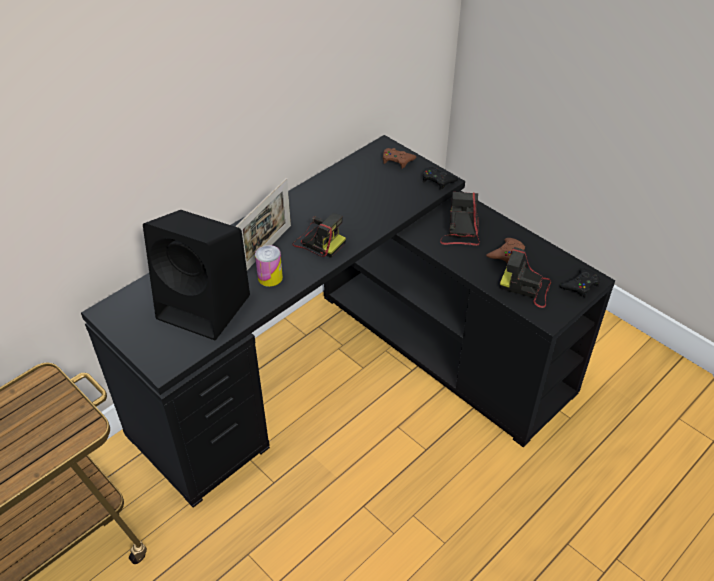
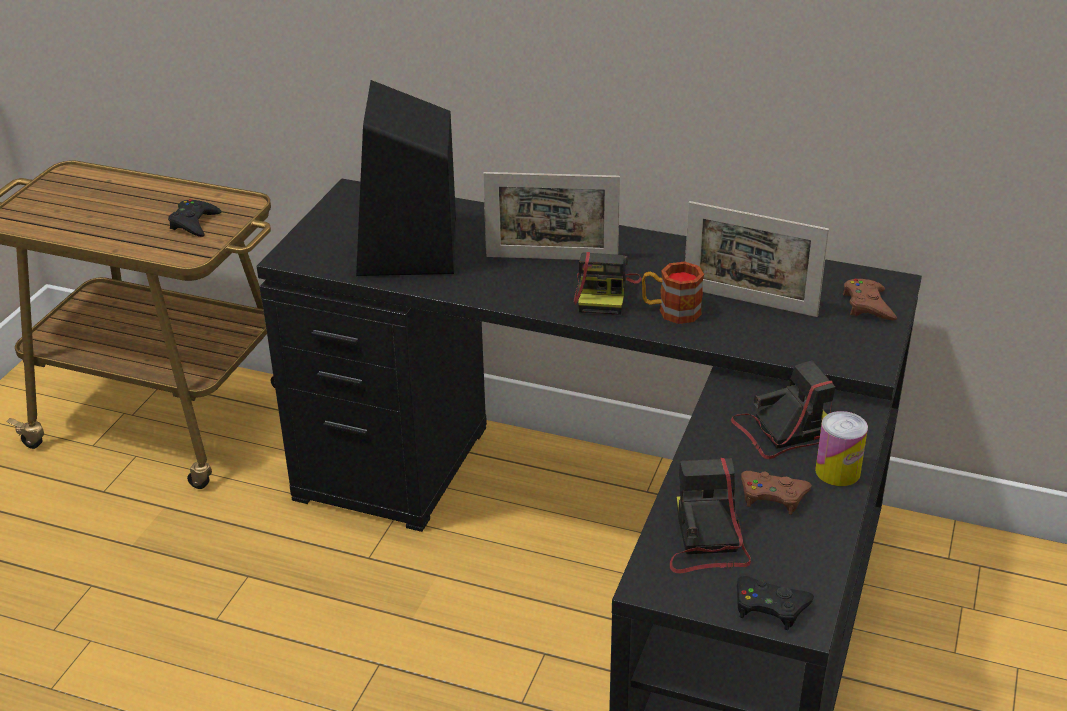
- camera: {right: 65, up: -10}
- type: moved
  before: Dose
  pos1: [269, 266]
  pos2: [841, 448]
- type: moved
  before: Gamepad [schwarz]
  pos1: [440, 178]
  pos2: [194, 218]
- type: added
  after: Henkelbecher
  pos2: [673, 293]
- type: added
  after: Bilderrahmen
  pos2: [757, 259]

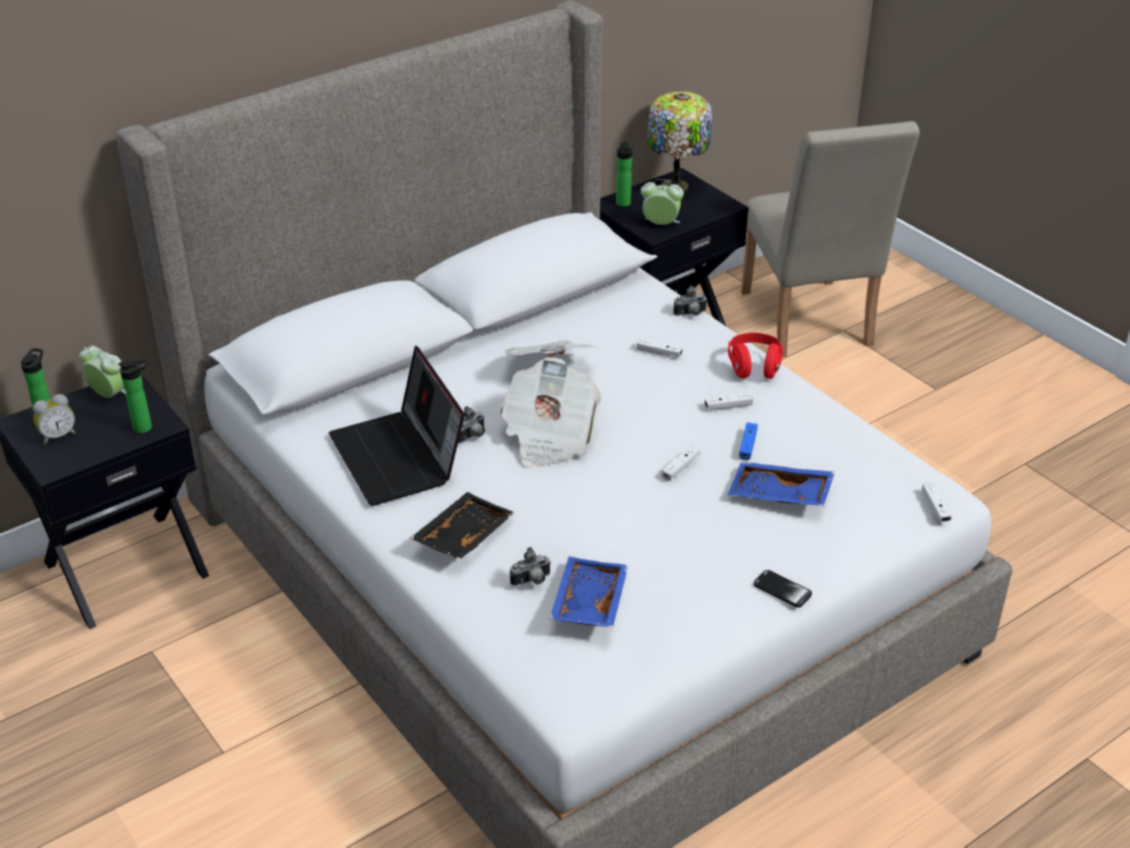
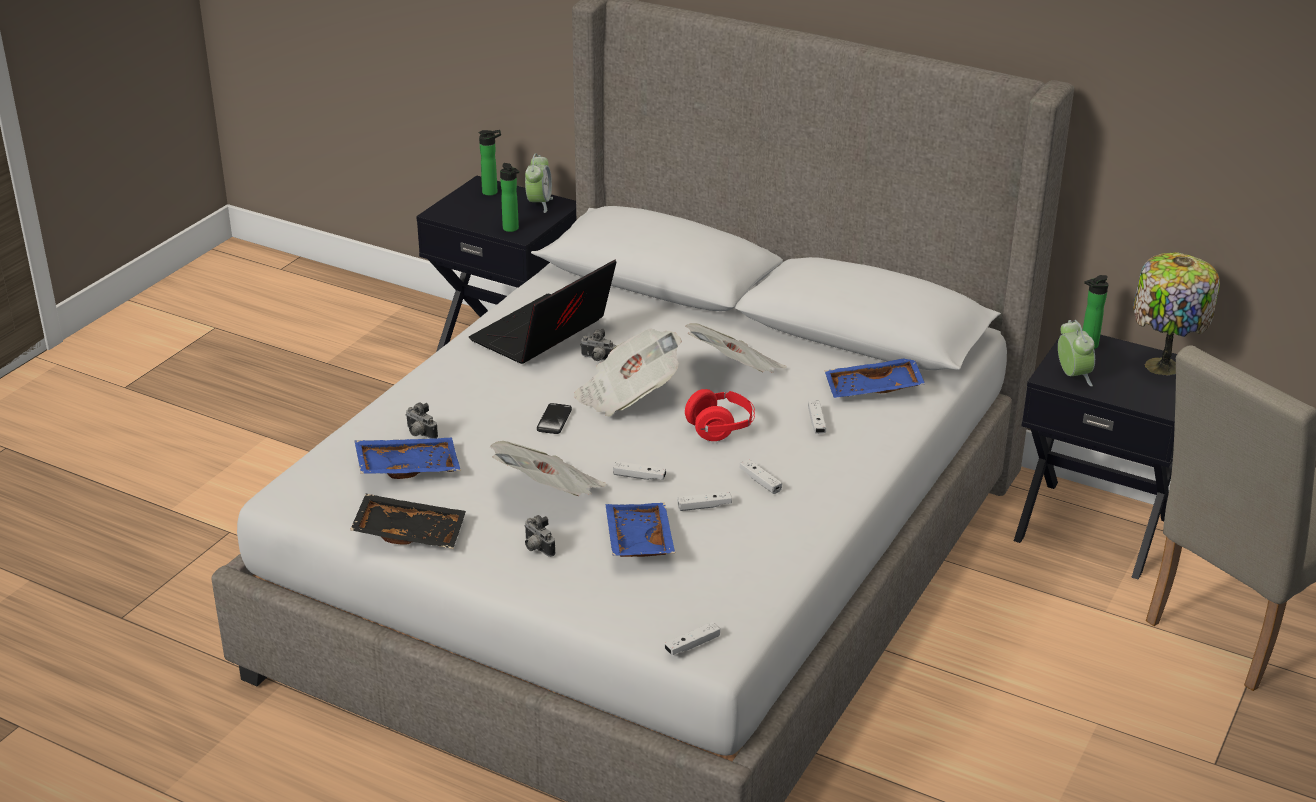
- camera: {right: 65, up: -5}
- type: removed
  before: Wecker
  pos1: [54, 419]
- type: moved
  before: Tablett [schwarz]
  pos1: [462, 526]
  pos2: [408, 521]
- type: moved
  before: Kamera
  pos1: [690, 300]
  pos2: [539, 536]
- type: moved
  before: Kopfhörer [rot]
  pos1: [755, 356]
  pos2: [720, 415]
- type: recoloured
  before: Gamepad [blau]
  after: Gamepad [weiß]
  pos1: [748, 441]
  pos2: [704, 501]
- type: moved
  before: Handy
  pos1: [783, 589]
  pos2: [554, 418]
- type: added
  after: Zeitung
  pos2: [548, 468]
- type: added
  after: Tablett [blau]
  pos2: [875, 378]

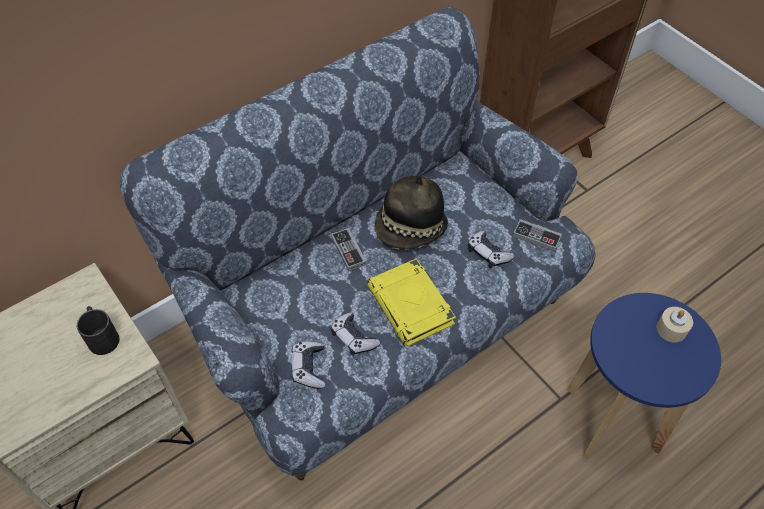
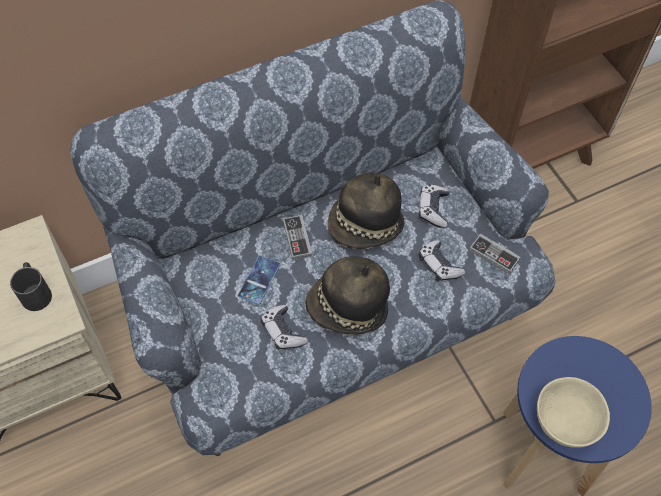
- camera: {right: 10, up: 5}
- type: moved
  before: Gamepad
  pos1: [308, 365]
  pos2: [434, 206]
- type: replaced
  before: Buch [gelb]
  after: Hut
  pos1: [411, 302]
  pos2: [348, 295]
- type: removed
  before: Kerze [beige]
  pos1: [675, 325]
- type: added
  after: Handy
  pos2: [259, 280]
- type: added
  after: Schüssel [beige]
  pos2: [573, 412]

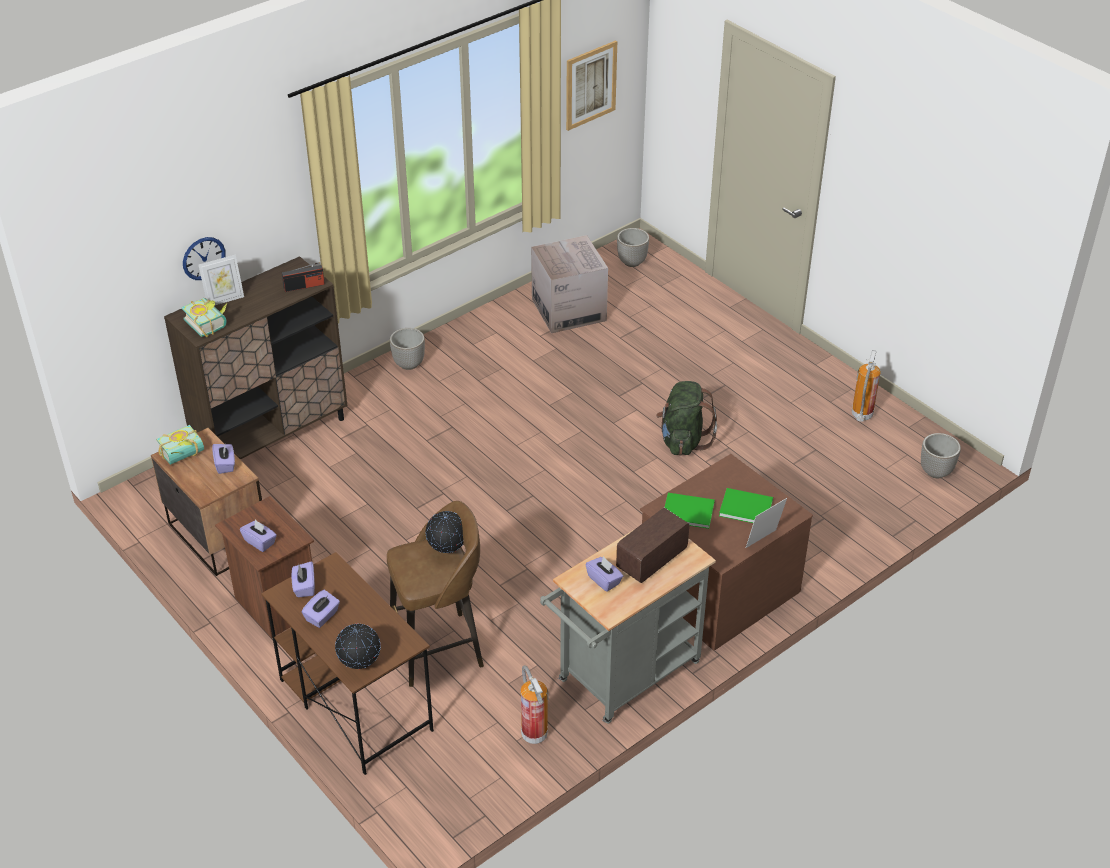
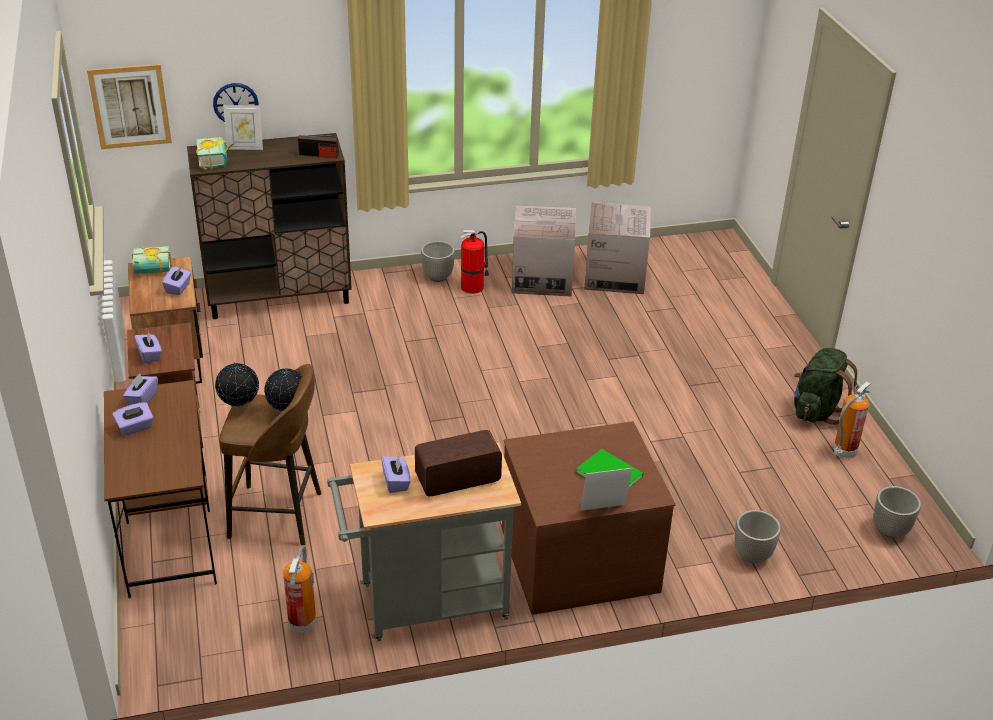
- camera: {right: 25, up: -5}
- type: moved
  before: Globus
  pos1: [358, 646]
  pos2: [237, 384]
- type: moved
  before: Bild
  pos1: [591, 85]
  pos2: [129, 106]
- type: moved
  before: Pflanzkübel
  pos1: [633, 247]
  pos2: [758, 536]
- type: moved
  before: Rucksack [grün]
  pos1: [686, 418]
  pos2: [826, 386]
- type: removed
  before: Buch [grün]
  pos1: [689, 511]
- type: added
  after: Feuerlöscher
  pos2: [474, 262]
- type: added
  after: Karton
  pos2: [544, 251]

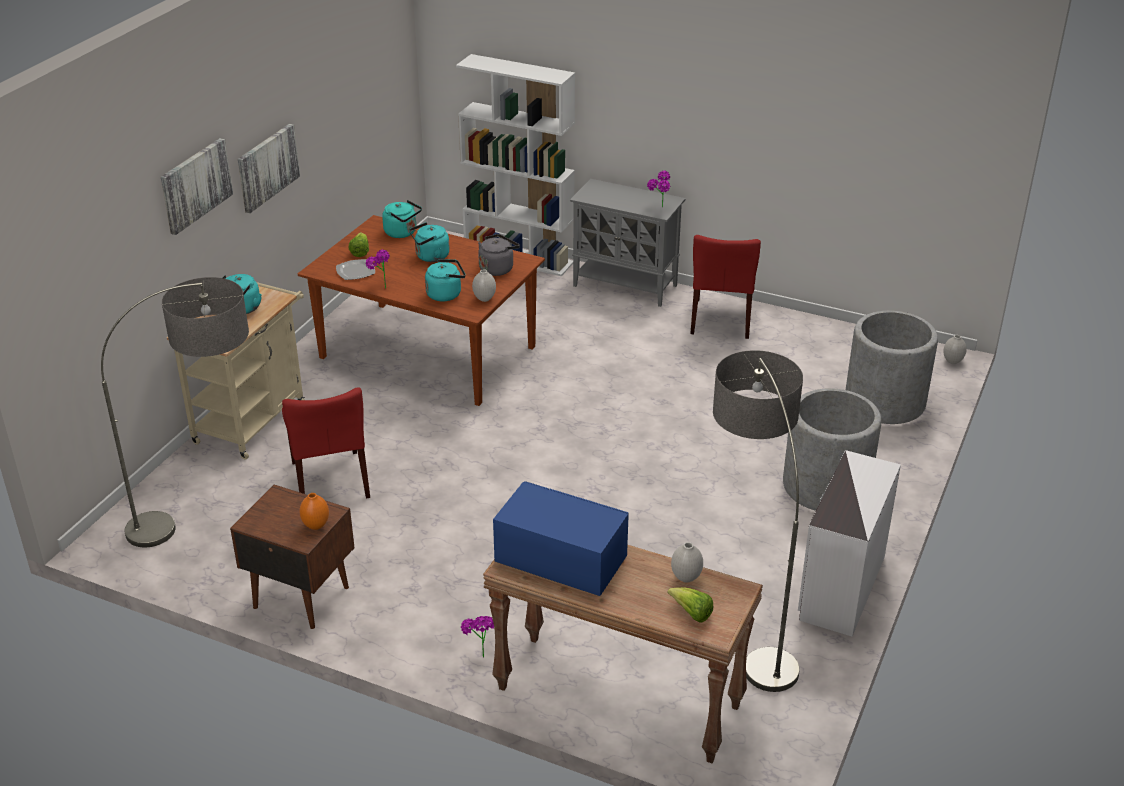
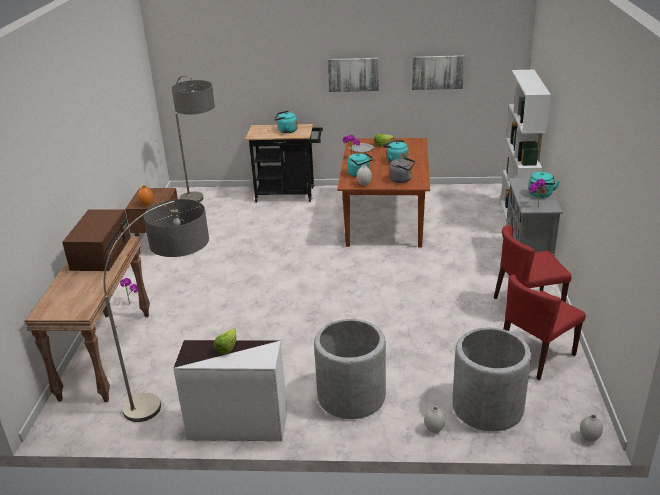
- camera: {right: 70, up: -5}
- type: moved
  before: Bild
  pos1: [197, 186]
  pos2: [438, 72]
- type: recoloured
  before: Rollwagen [beige]
  after: Rollwagen [schwarz]
  pos1: [236, 370]
  pos2: [284, 163]
- type: moved
  before: Stuhl [rot]
  pos1: [326, 443]
  pos2: [544, 327]
- type: moved
  before: Wasserkessel [türkis]
  pos1: [402, 219]
  pos2: [544, 185]
- type: recoloured
  before: Mikrowelle [blau]
  after: Mikrowelle [braun]
  pos1: [561, 538]
  pos2: [96, 240]
- type: moved
  before: Salatkopf
  pos1: [690, 604]
  pos2: [224, 341]
- type: moved
  before: Vase [weiß]
  pos1: [687, 562]
  pos2: [434, 419]

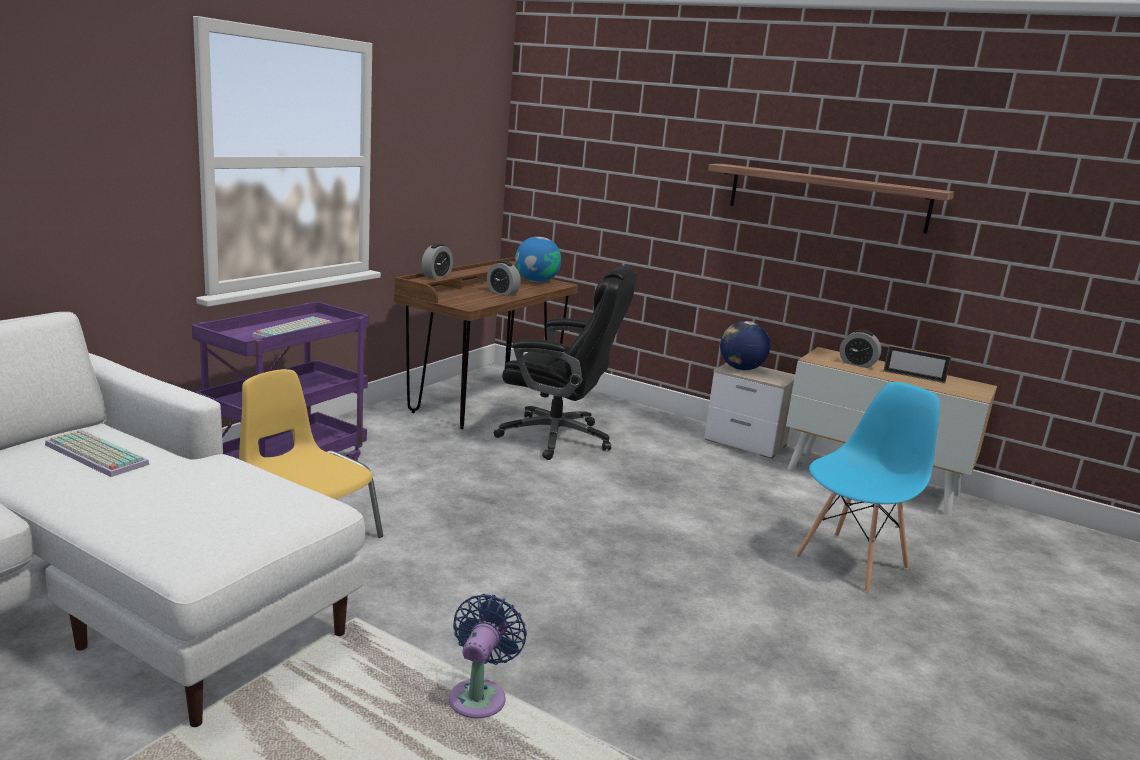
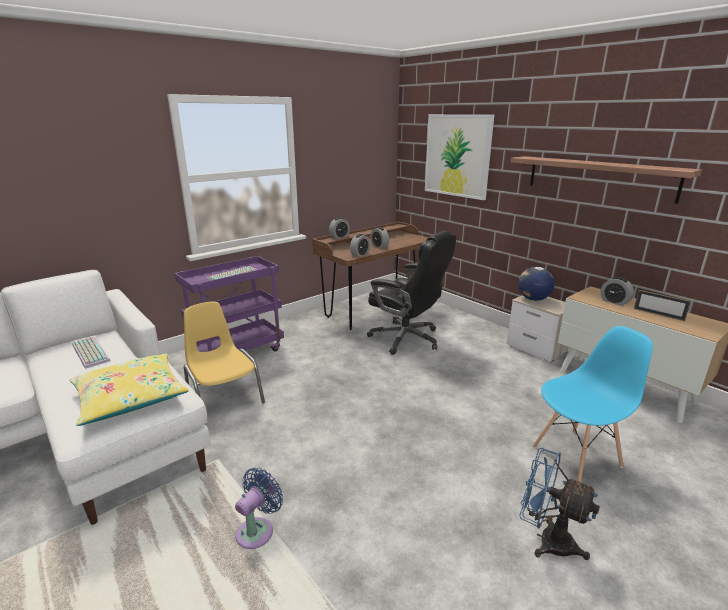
- camera: {right: 20, up: 5}
- type: removed
  before: Globus
  pos1: [538, 259]
- type: added
  after: Kissen [gelb]
  pos2: [129, 390]
- type: added
  after: Wecker
  pos2: [360, 245]
- type: added
  after: Bild
  pos2: [459, 157]
- type: added
  after: Ventilator [blau]
  pos2: [559, 504]

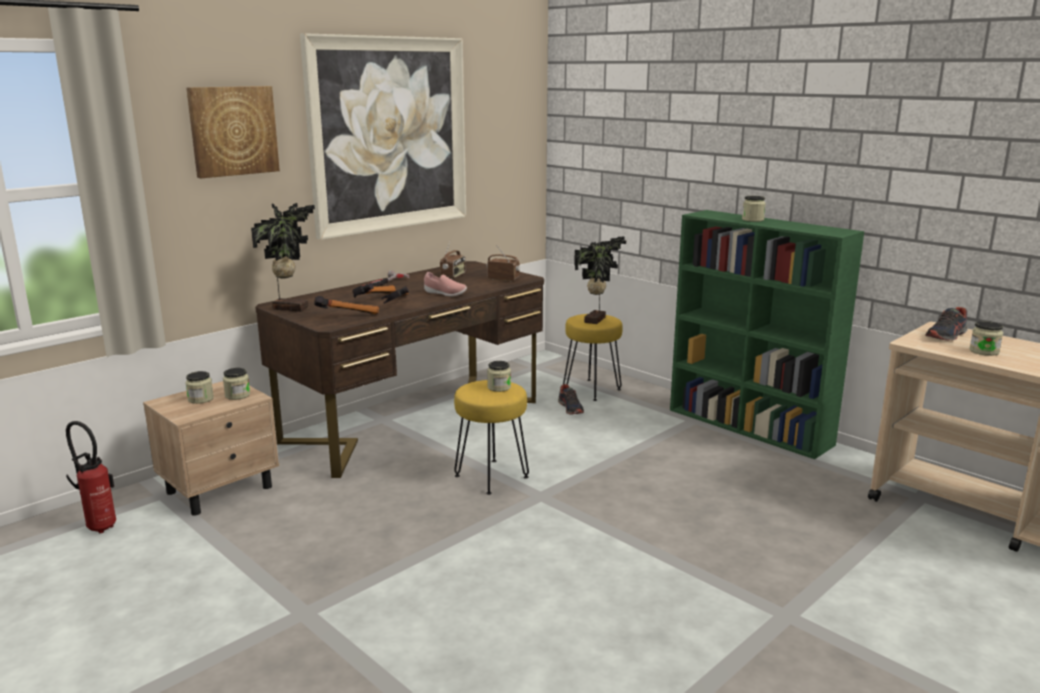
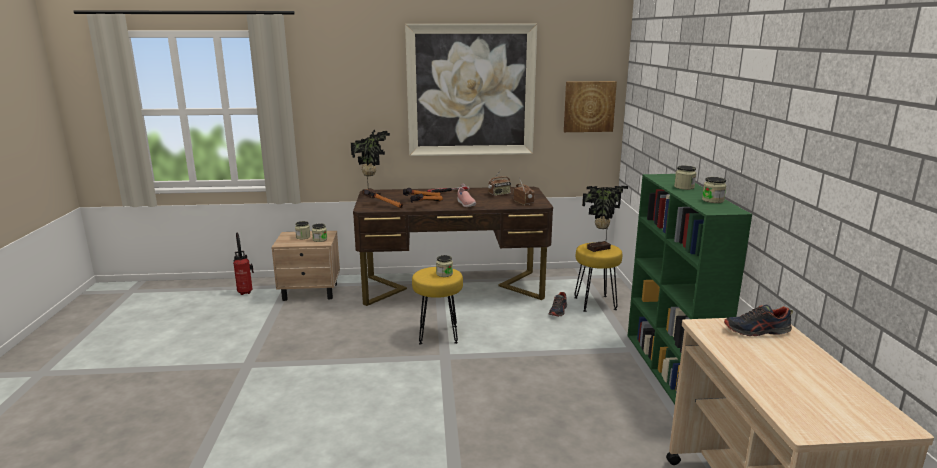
- camera: {right: 40, up: 0}
- type: moved
  before: Bild
  pos1: [233, 132]
  pos2: [590, 106]
- type: moved
  before: Vorratsglas
  pos1: [986, 338]
  pos2: [714, 190]

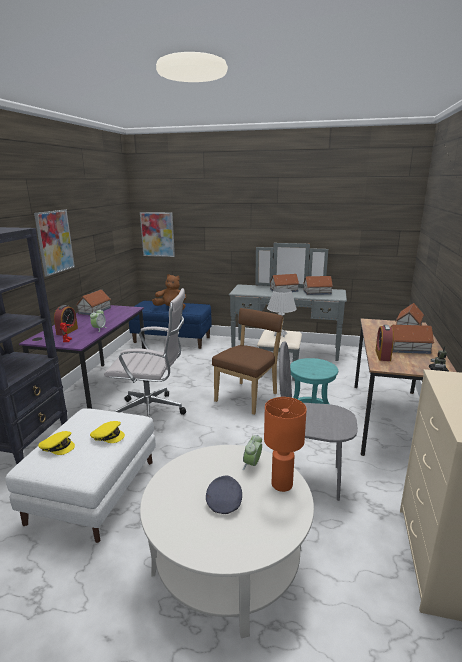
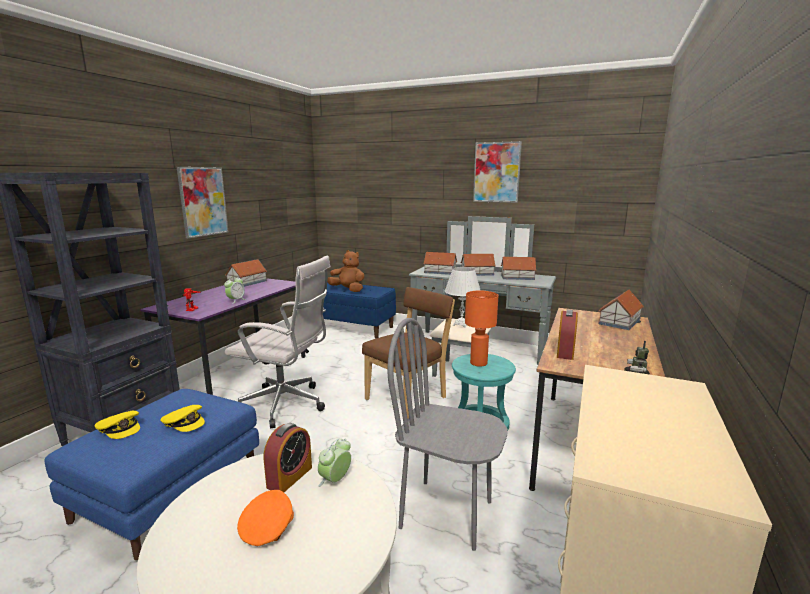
- camera: {right: 10, up: -5}
- type: recoloured
  before: Polsterhocker [weiß]
  after: Polsterhocker [blau]
  pos1: [81, 475]
  pos2: [152, 474]
- type: moved
  before: Wecker
  pos1: [66, 320]
  pos2: [288, 457]
- type: moved
  before: Bild
  pos1: [157, 234]
  pos2: [497, 172]
- type: recoloured
  before: Kappe [grau]
  after: Kappe [orange]
  pos1: [224, 494]
  pos2: [265, 518]
- type: moved
  before: Tischlampe [orange]
  pos1: [285, 444]
  pos2: [481, 329]
- type: moved
  before: Spielzeughaus
  pos1: [412, 339]
  pos2: [440, 263]

